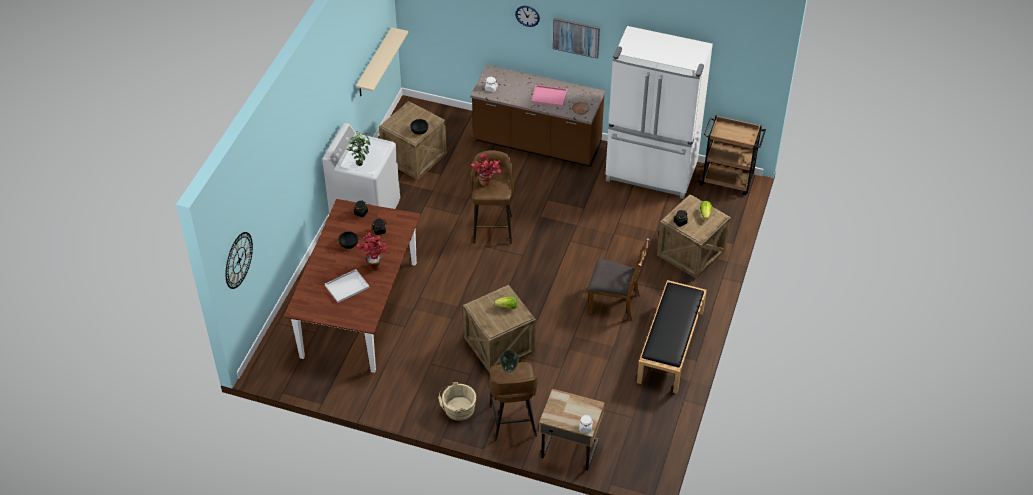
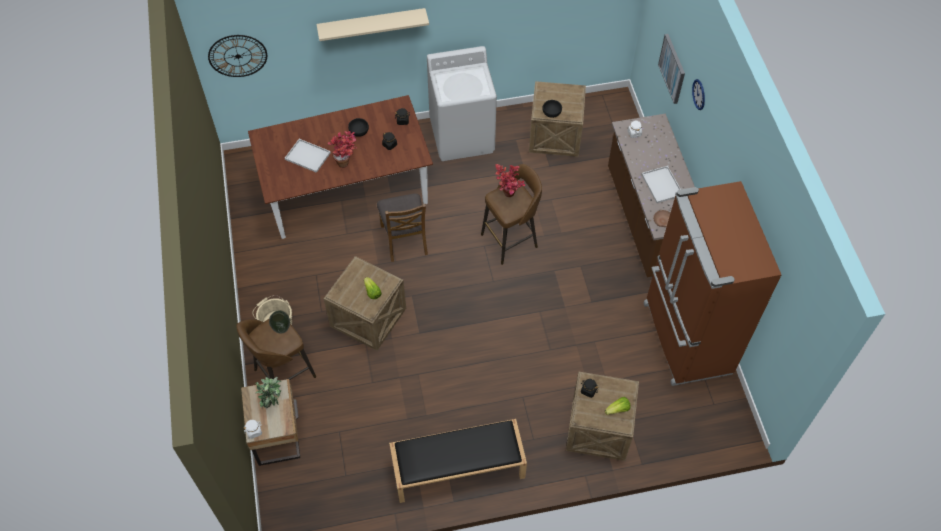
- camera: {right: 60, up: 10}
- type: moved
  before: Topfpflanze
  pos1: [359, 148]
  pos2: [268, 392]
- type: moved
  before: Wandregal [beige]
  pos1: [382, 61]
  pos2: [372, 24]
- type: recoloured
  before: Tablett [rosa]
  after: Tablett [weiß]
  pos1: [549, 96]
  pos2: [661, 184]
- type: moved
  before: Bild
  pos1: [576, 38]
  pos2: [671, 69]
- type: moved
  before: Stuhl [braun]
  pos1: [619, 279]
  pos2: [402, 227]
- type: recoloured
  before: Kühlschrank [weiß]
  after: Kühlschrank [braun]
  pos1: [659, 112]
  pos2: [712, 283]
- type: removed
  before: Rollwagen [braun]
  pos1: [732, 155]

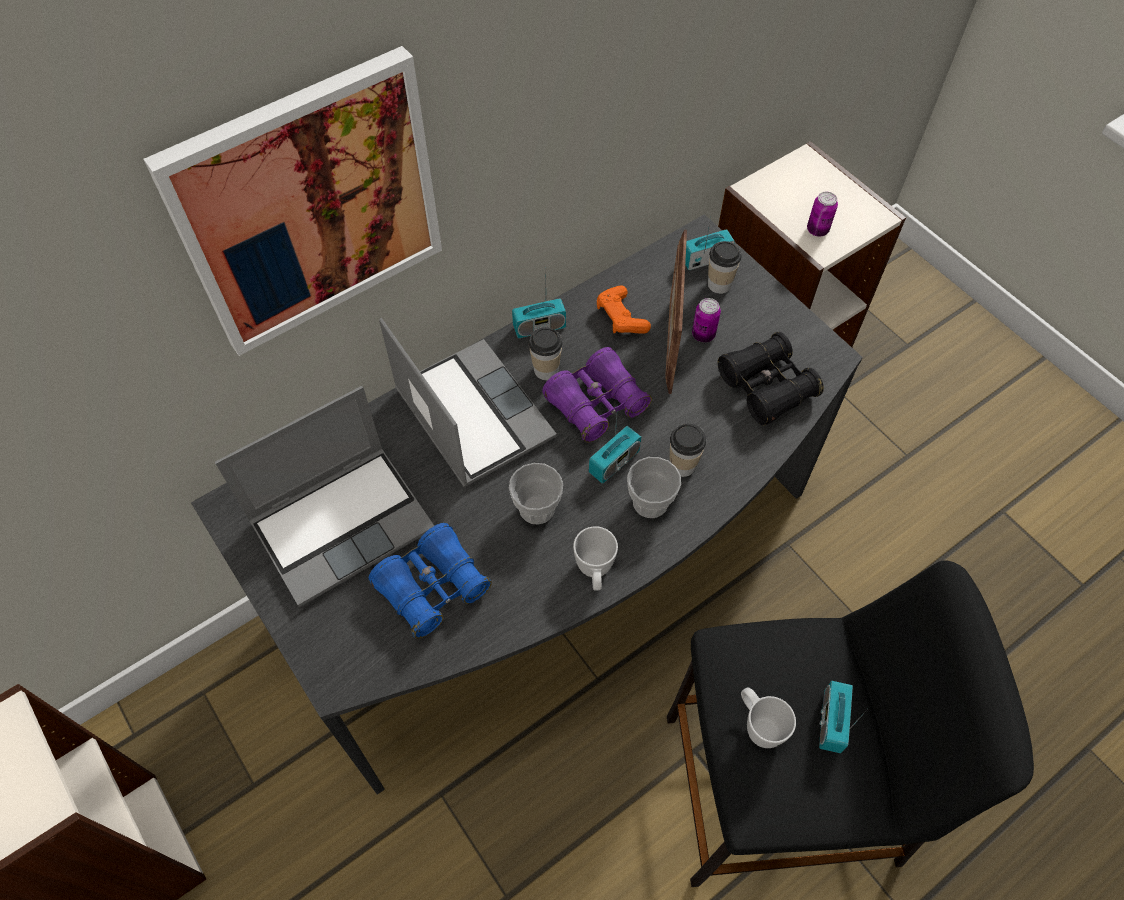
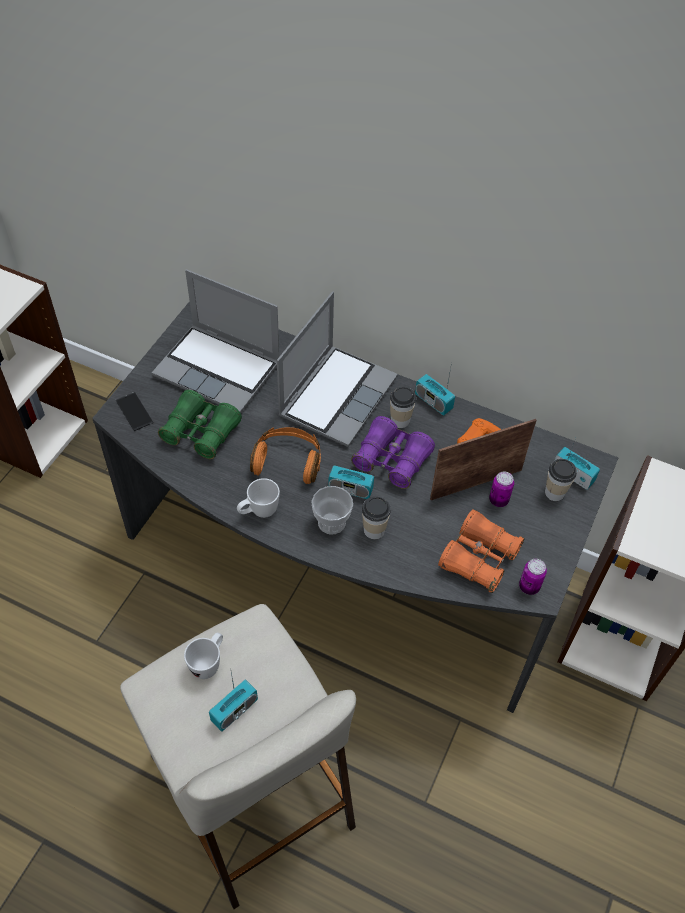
- camera: {right: 60, up: -5}
- type: removed
  before: Bild
  pos1: [293, 201]
- type: recoloured
  before: Fernglas [blau]
  after: Fernglas [grün]
  pos1: [430, 580]
  pos2: [200, 424]
- type: replaced
  before: Tasse
  after: Kopfhörer [orange]
  pos1: [536, 493]
  pos2: [285, 455]
- type: recoloured
  before: Hocker [schwarz]
  after: Hocker [beige]
  pos1: [850, 723]
  pos2: [238, 756]
- type: recoloured
  before: Fernglas [schwarz]
  after: Fernglas [orange]
  pos1: [771, 378]
  pos2: [481, 551]
- type: moved
  before: Dose
  pos1: [822, 214]
  pos2: [533, 577]
- type: turned
  before: Radio
  pos1: [843, 717]
  pos2: [233, 702]
  turn: 150
- type: added
  after: Handy
  pos2: [135, 411]

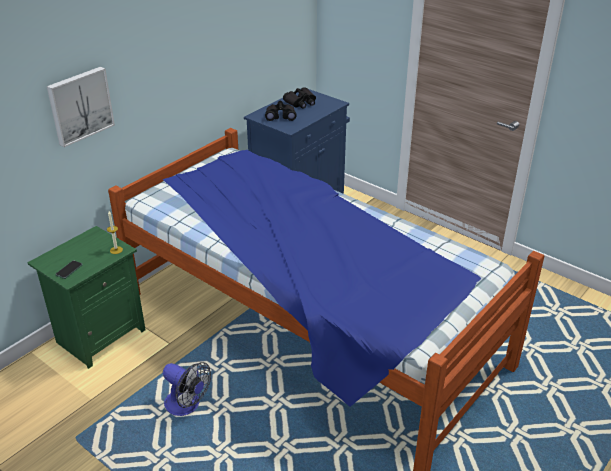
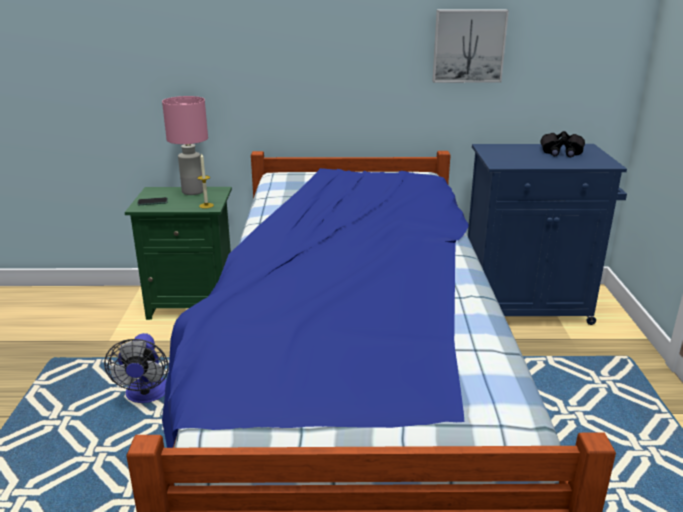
- camera: {right: 50, up: -10}
- type: moved
  before: Bild
  pos1: [81, 107]
  pos2: [471, 46]
- type: removed
  before: Fernglas [schwarz]
  pos1: [281, 111]
- type: added
  after: Tischlampe [rosa]
  pos2: [185, 145]

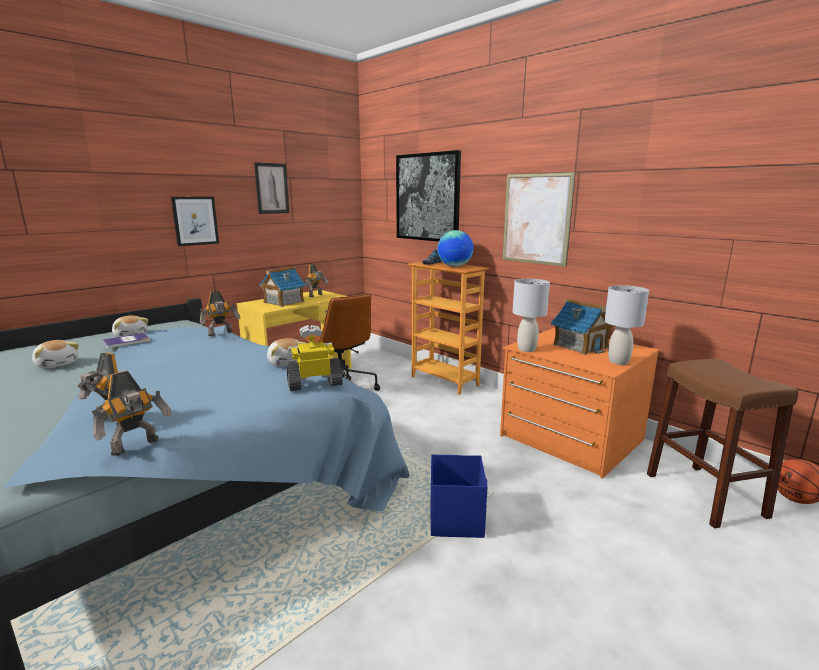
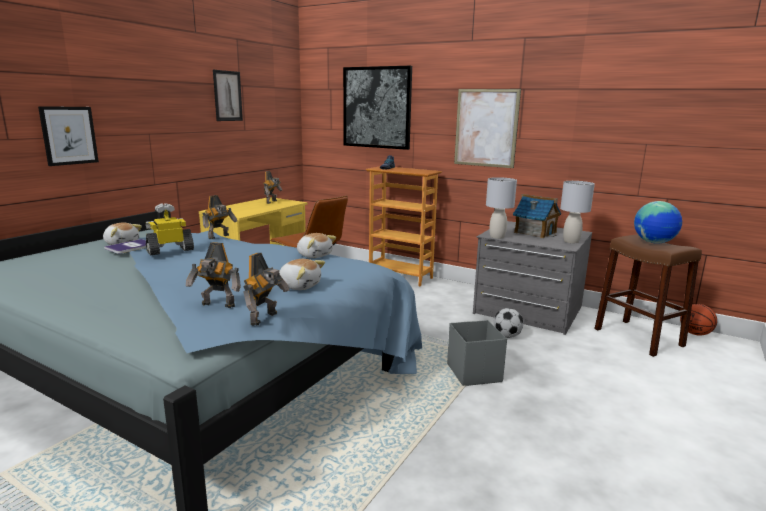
- camera: {right: -15, up: 0}
- type: moved
  before: Plüschtier
  pos1: [55, 354]
  pos2: [302, 274]
- type: moved
  before: Bild
  pos1: [195, 221]
  pos2: [68, 136]
- type: removed
  before: Spielzeughaus
  pos1: [282, 287]
- type: moved
  before: Spielzeugroboter
  pos1: [315, 358]
  pos2: [170, 229]
- type: recoloured
  before: Aufbewahrungsbox [blau]
  after: Aufbewahrungsbox [grau]
  pos1: [459, 496]
  pos2: [477, 353]
- type: moved
  before: Globus
  pos1: [455, 248]
  pos2: [658, 222]
- type: recoloured
  before: Kommode [orange]
  after: Kommode [grau]
  pos1: [579, 403]
  pos2: [532, 278]
- type: added
  after: Fußball
  pos2: [508, 323]

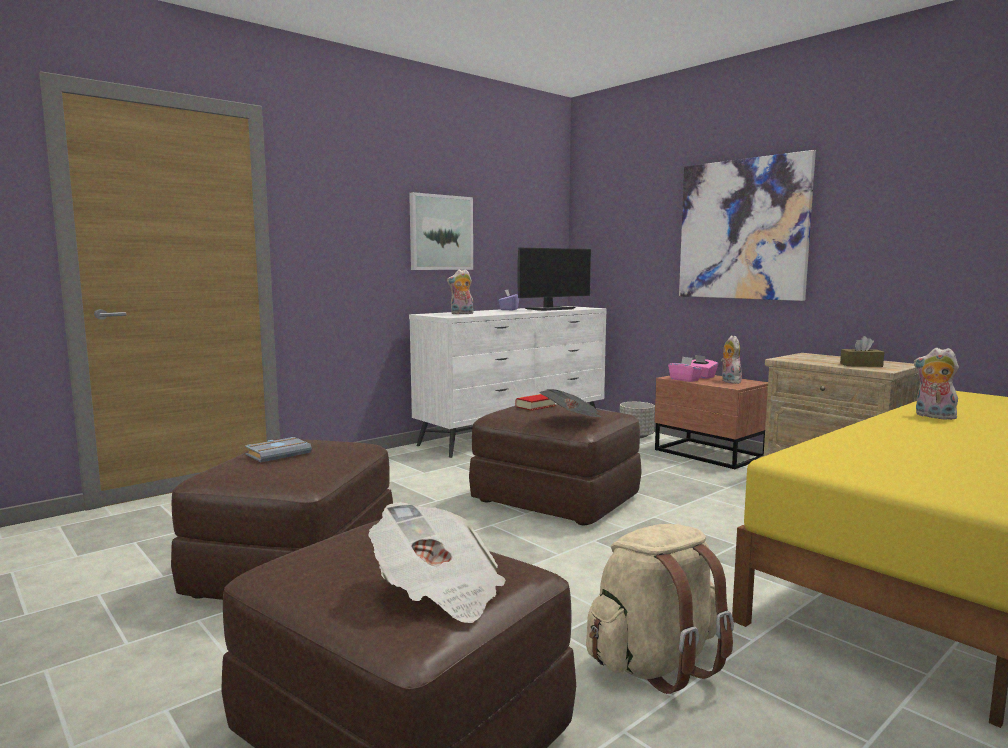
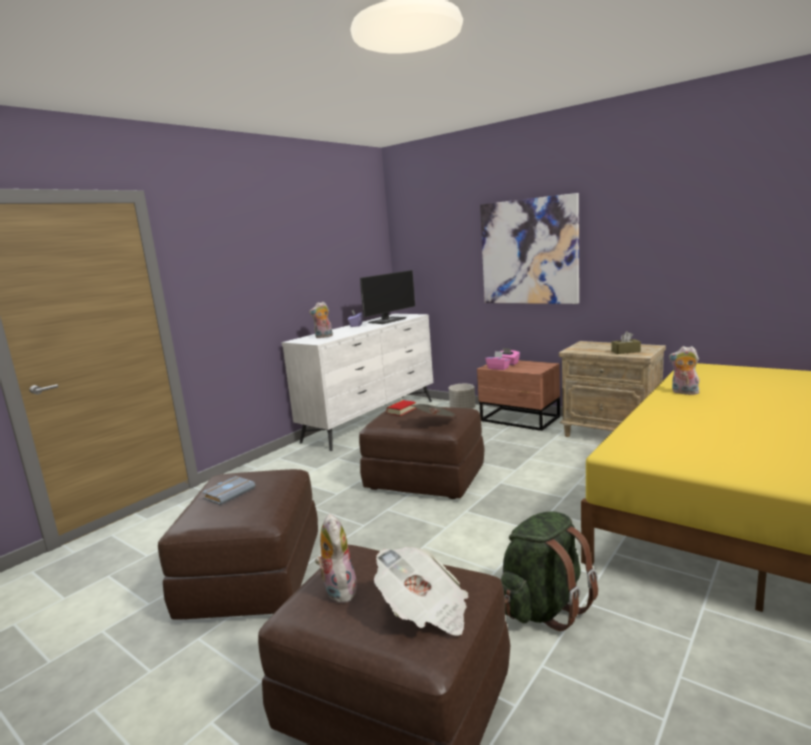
- camera: {right: -10, up: 5}
- type: removed
  before: Bild
  pos1: [441, 231]
- type: recoloured
  before: Rucksack [beige]
  after: Rucksack [grün]
  pos1: [660, 609]
  pos2: [549, 571]
- type: moved
  before: Plüschtier
  pos1: [731, 359]
  pos2: [336, 558]

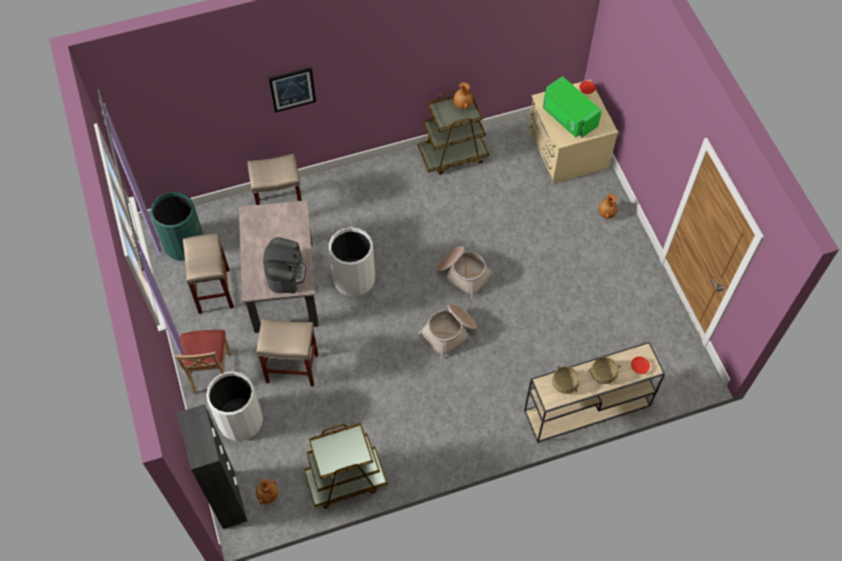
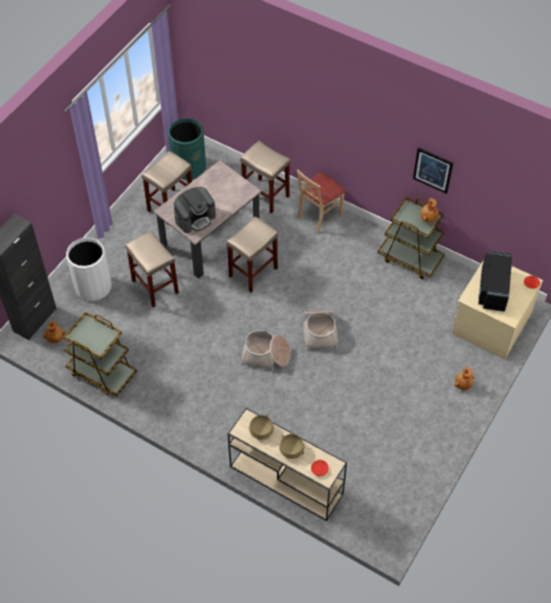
- camera: {right: 50, up: -5}
- type: moved
  before: Stuhl [beige]
  pos1: [203, 362]
  pos2: [321, 201]
- type: moved
  before: Bild
  pos1: [292, 90]
  pos2: [433, 170]
- type: replaced
  before: Mülleimer [weiß]
  after: Hocker [beige]
  pos1: [352, 262]
  pos2: [252, 254]
- type: recoloured
  before: Mikrowelle [grün]
  after: Mikrowelle [schwarz]
  pos1: [572, 107]
  pos2: [495, 281]

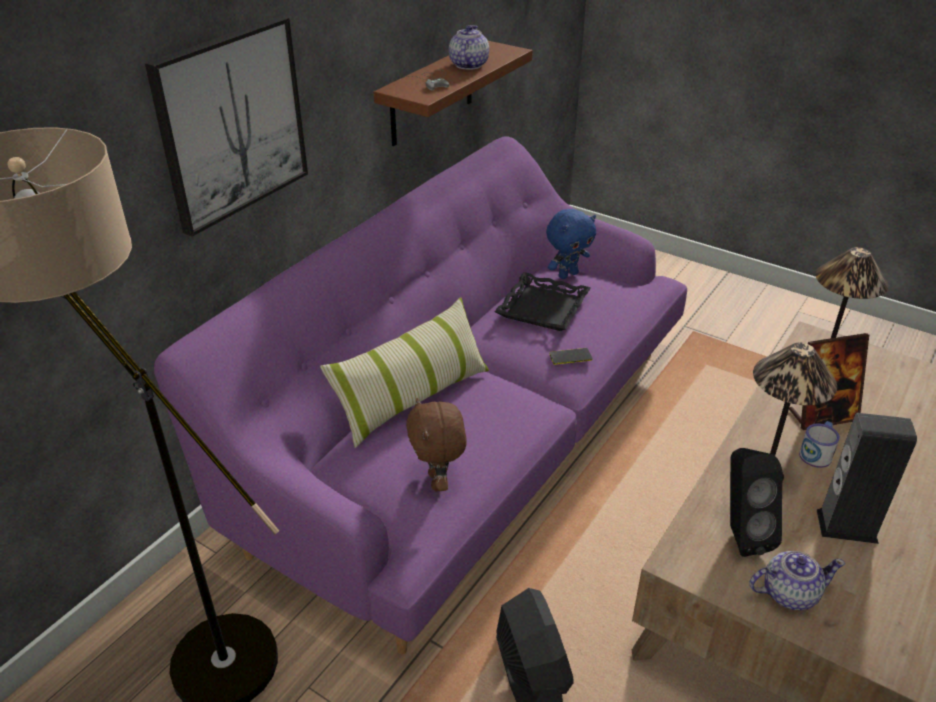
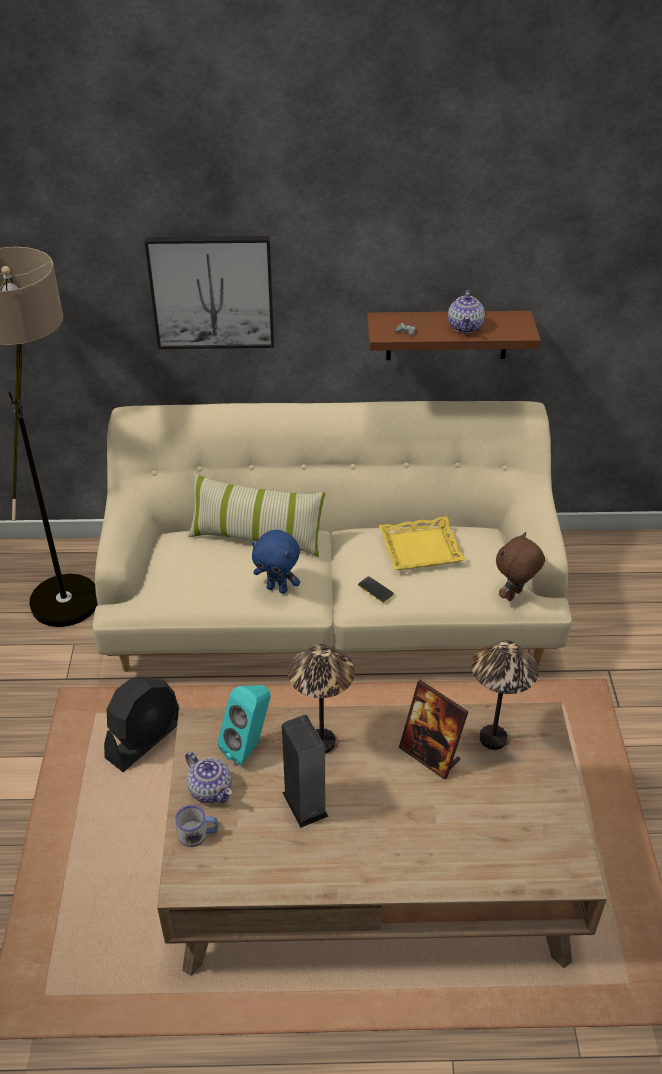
- camera: {right: 55, up: 5}
- type: recoloured
  before: Sofa [lila]
  after: Sofa [beige]
  pos1: [420, 395]
  pos2: [332, 536]
- type: moved
  before: Plüschtier [braun]
  pos1: [436, 444]
  pos2: [520, 566]
- type: turned
  before: Teekanne
  pos1: [469, 47]
  pos2: [466, 311]
  turn: 120
- type: recoloured
  before: Tablett [schwarz]
  after: Tablett [gelb]
  pos1: [542, 301]
  pos2: [422, 543]
- type: moved
  before: Plüschtier [blau]
  pos1: [571, 244]
  pos2: [276, 562]
- type: recoloured
  before: Lautsprecher [schwarz]
  after: Lautsprecher [türkis]
  pos1: [756, 502]
  pos2: [244, 725]
- type: moved
  before: Henkelbecher
  pos1: [819, 444]
  pos2: [196, 826]

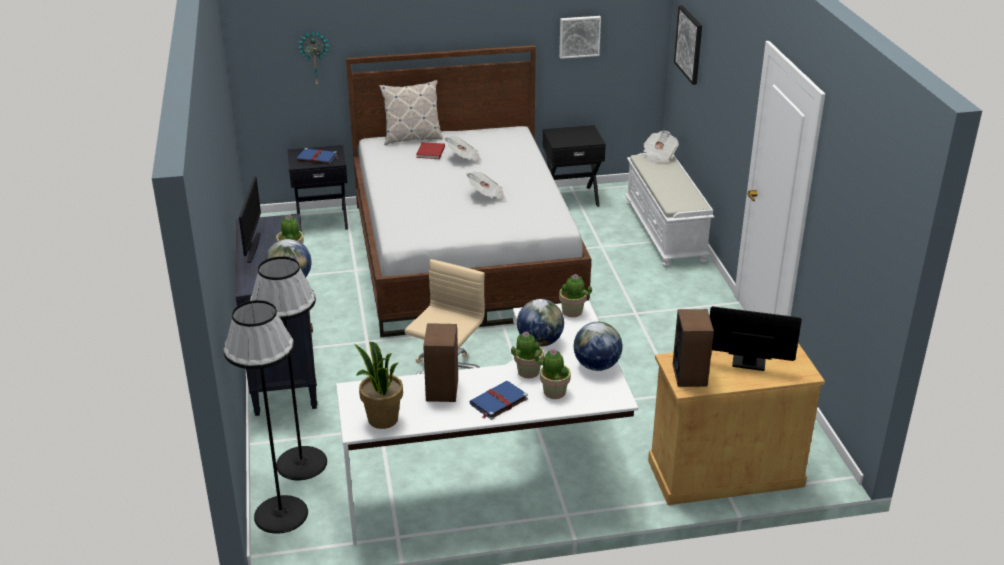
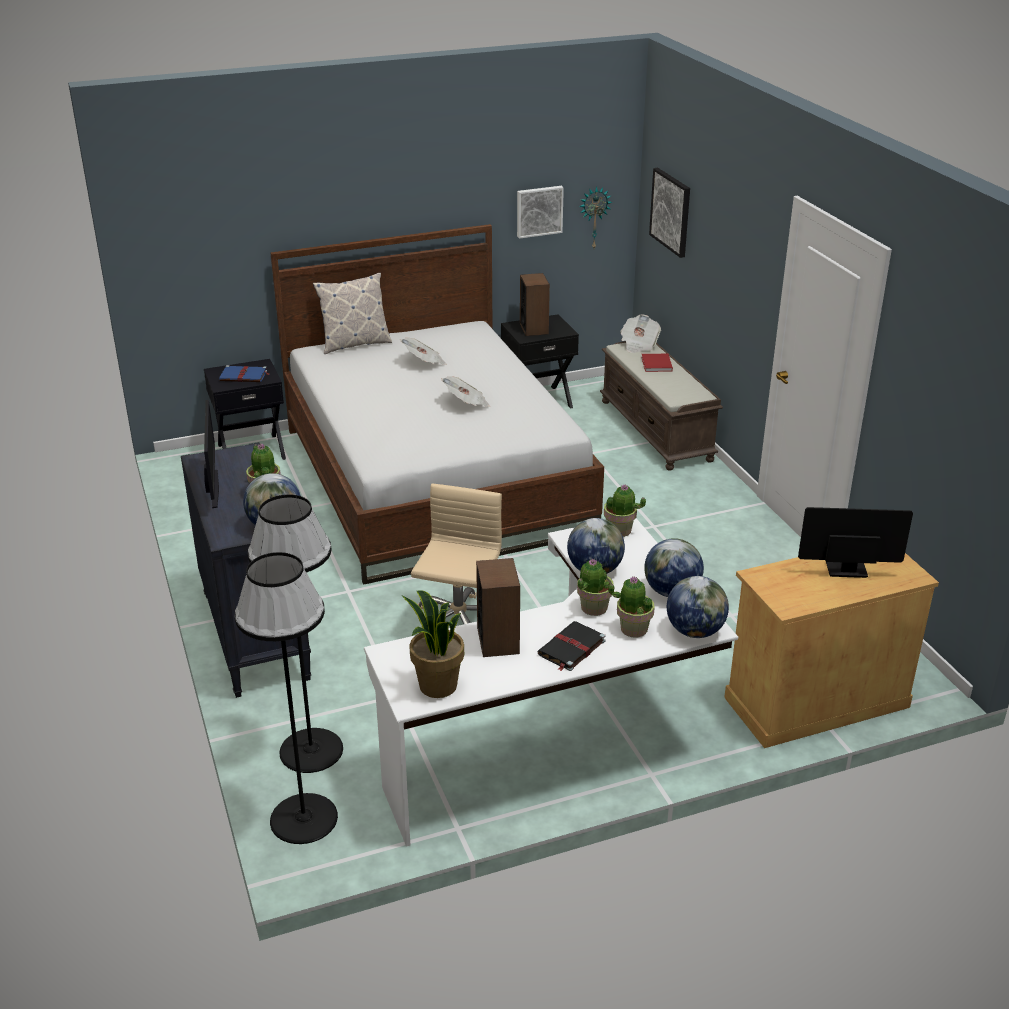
- camera: {right: -10, up: 0}
- type: moved
  before: Wanduhr
  pos1: [313, 58]
  pos2: [595, 217]
- type: moved
  before: Buch [rot]
  pos1: [430, 150]
  pos2: [657, 363]
- type: recoloured
  before: Buch [blau]
  after: Buch [schwarz]
  pos1: [498, 400]
  pos2: [571, 646]
- type: recoloured
  before: Bank [weiß]
  after: Bank [braun]
  pos1: [669, 210]
  pos2: [661, 406]
- type: moved
  before: Lautsprecher
  pos1: [693, 348]
  pos2: [535, 304]
- type: added
  after: Globus
  pos2: [698, 607]

